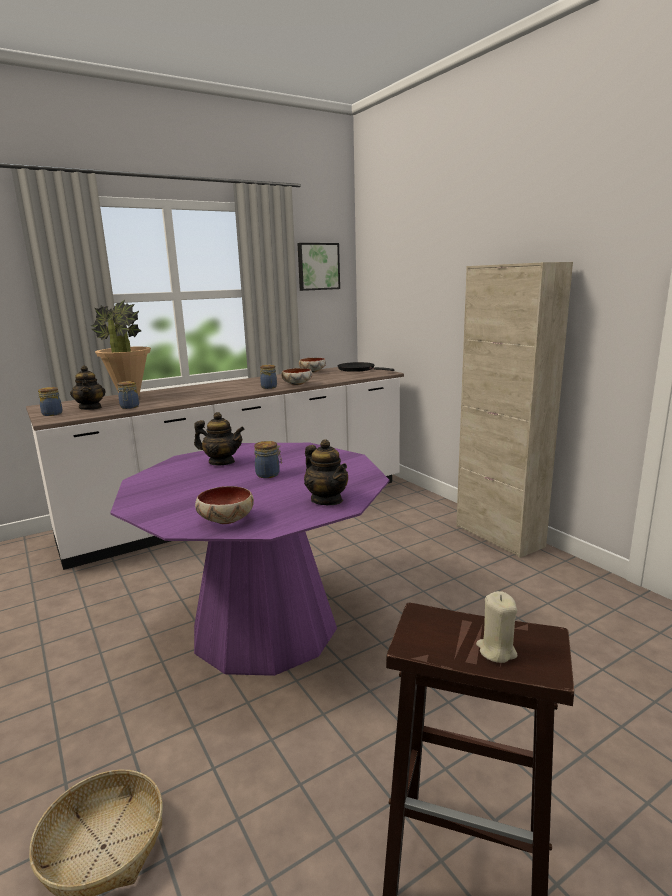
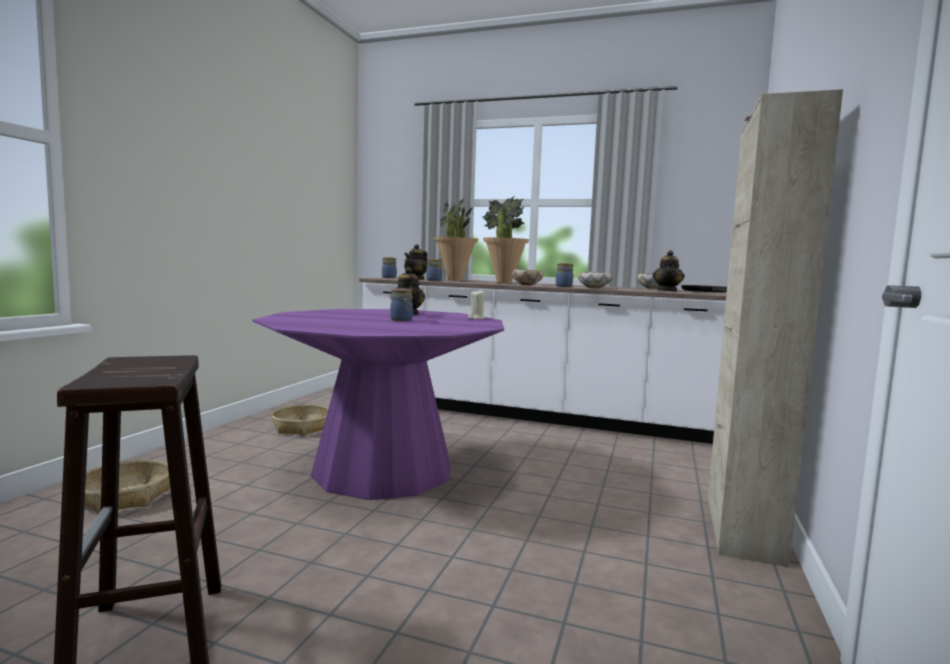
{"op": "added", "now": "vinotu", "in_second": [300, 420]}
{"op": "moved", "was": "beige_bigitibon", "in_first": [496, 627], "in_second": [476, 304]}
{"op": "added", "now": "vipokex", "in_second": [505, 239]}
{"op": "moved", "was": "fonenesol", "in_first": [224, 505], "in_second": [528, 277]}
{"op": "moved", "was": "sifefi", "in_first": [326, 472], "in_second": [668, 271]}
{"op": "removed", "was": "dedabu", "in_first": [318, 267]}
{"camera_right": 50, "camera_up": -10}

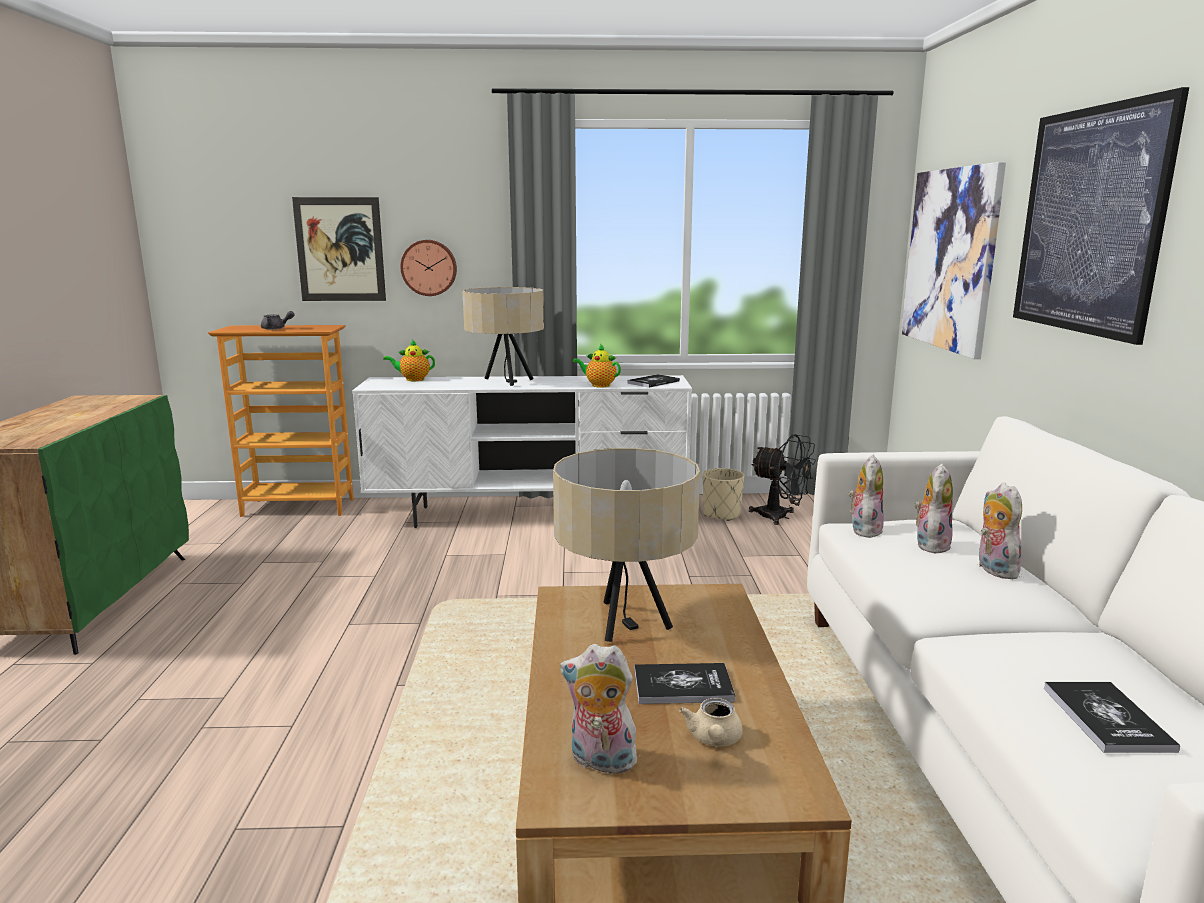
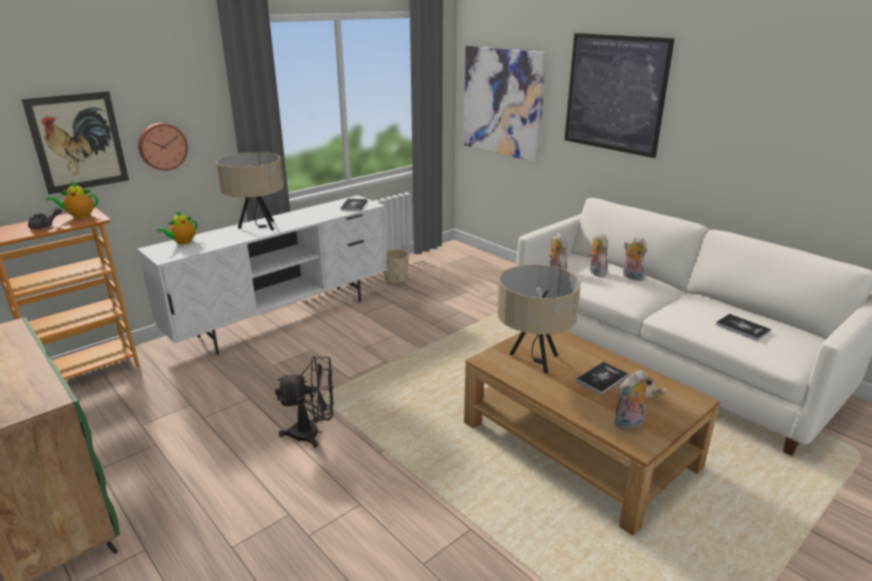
{"op": "moved", "was": "sifefi", "in_first": [597, 366], "in_second": [72, 199]}
{"op": "moved", "was": "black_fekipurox", "in_first": [782, 479], "in_second": [304, 402]}
{"camera_right": -40, "camera_up": 10}

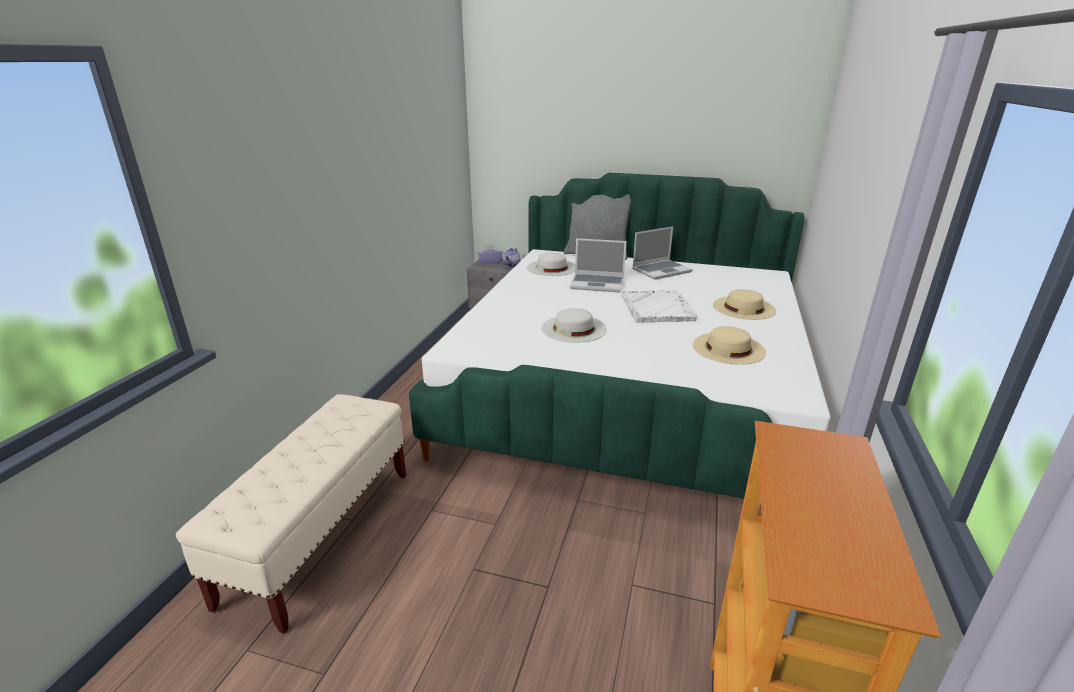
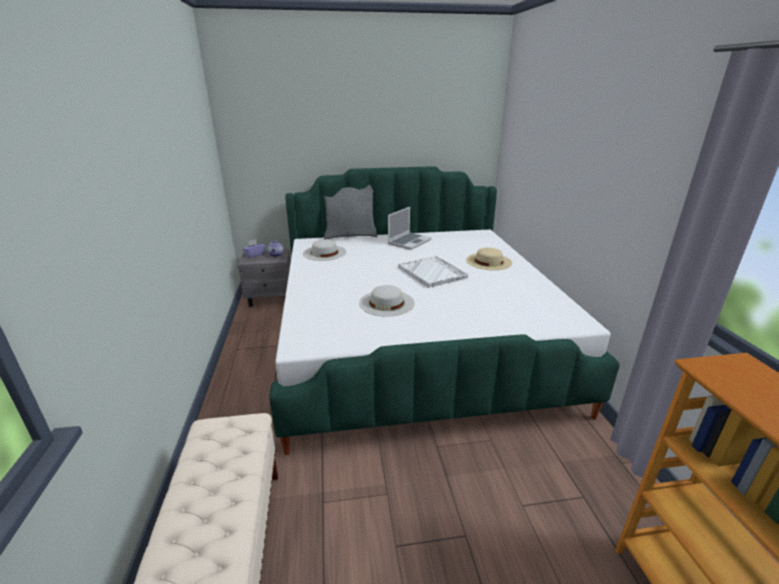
{"op": "removed", "was": "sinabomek", "in_first": [598, 265]}
{"op": "removed", "was": "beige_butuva", "in_first": [729, 345]}
{"camera_right": -25, "camera_up": 0}

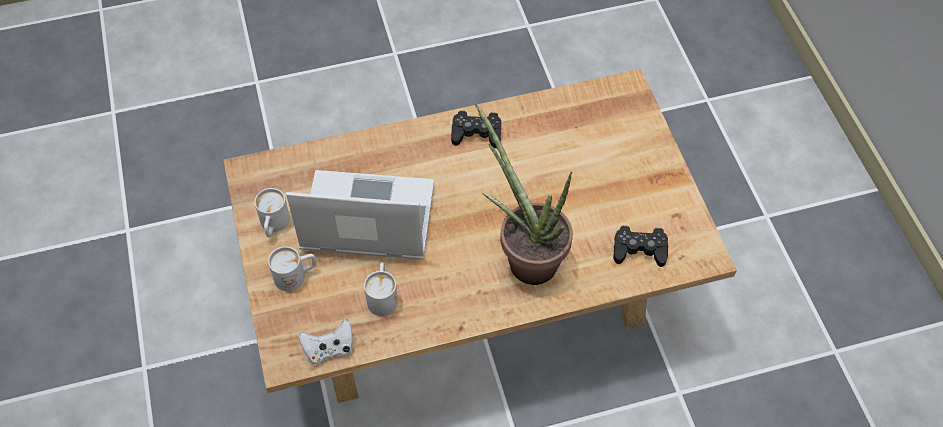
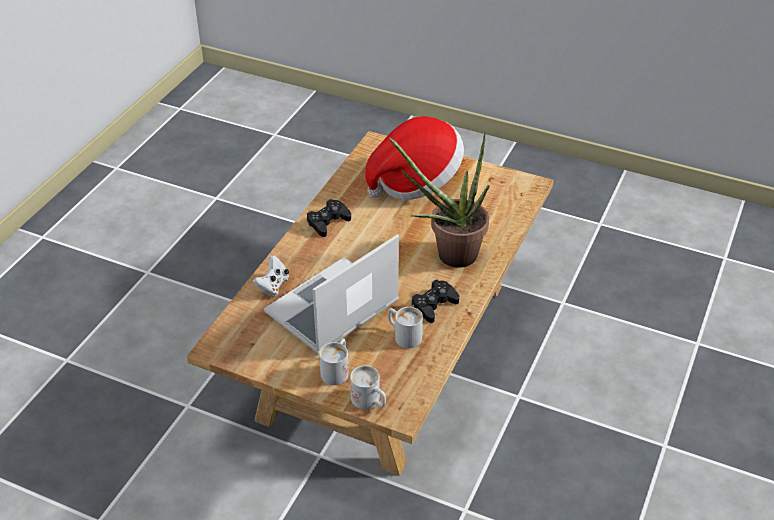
{"op": "moved", "was": "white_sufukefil", "in_first": [326, 341], "in_second": [270, 275]}
{"op": "moved", "was": "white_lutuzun", "in_first": [272, 212], "in_second": [368, 387]}
{"op": "added", "now": "butuva", "in_second": [414, 158]}
{"op": "moved", "was": "black_sufukefil", "in_first": [640, 246], "in_second": [435, 301]}
{"camera_right": -50, "camera_up": -15}

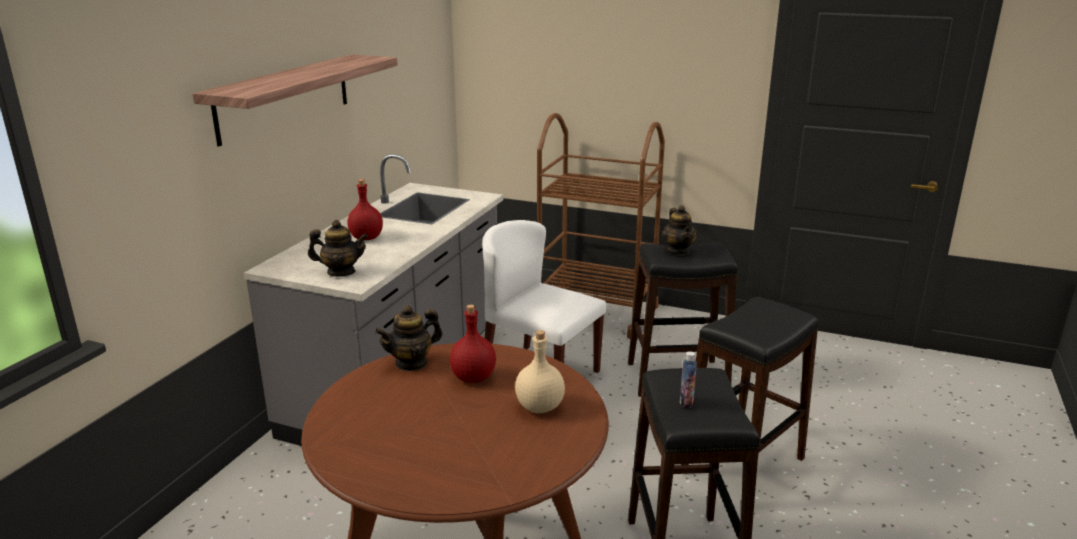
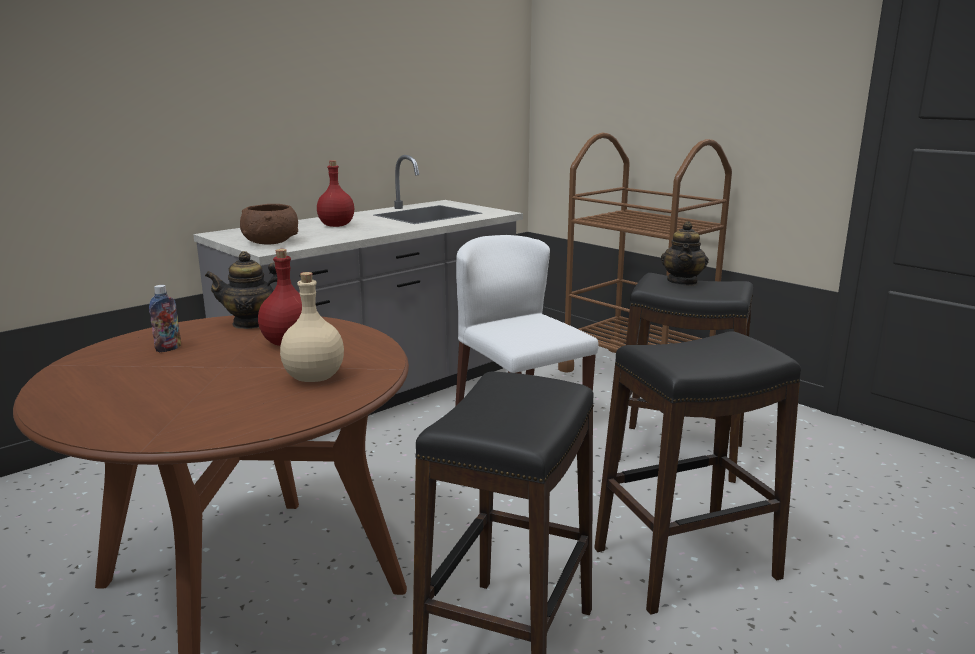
{"op": "moved", "was": "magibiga", "in_first": [688, 379], "in_second": [165, 318]}
{"op": "replaced", "was": "sifefi", "now": "brown_fonenesol", "in_first": [338, 248], "in_second": [269, 224]}
{"op": "removed", "was": "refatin", "in_first": [295, 100]}
{"camera_right": 25, "camera_up": -5}

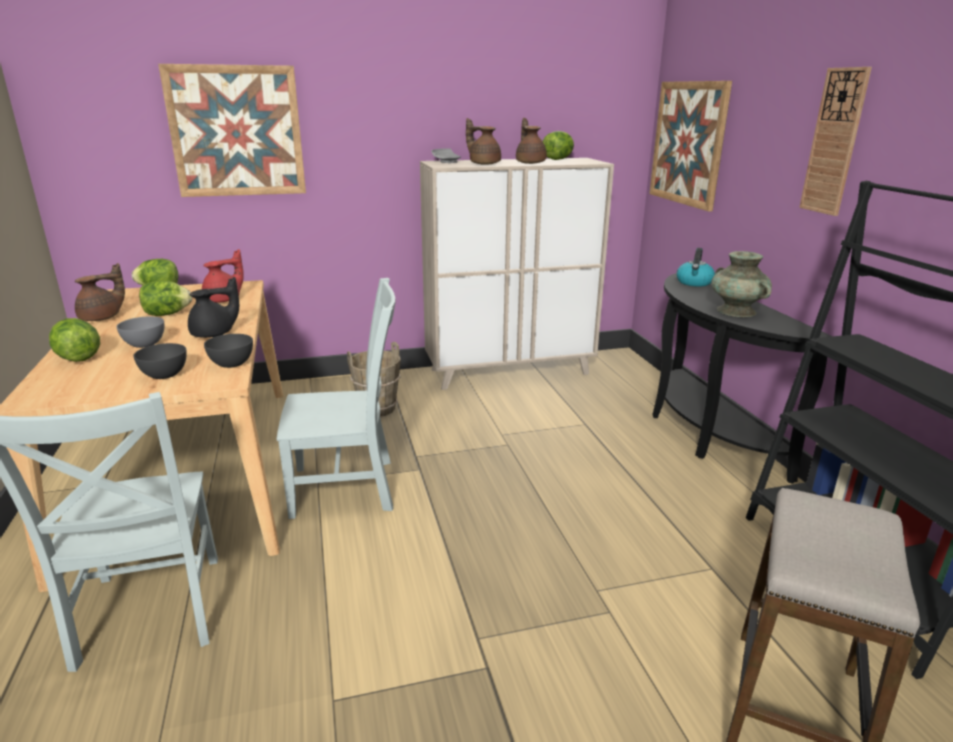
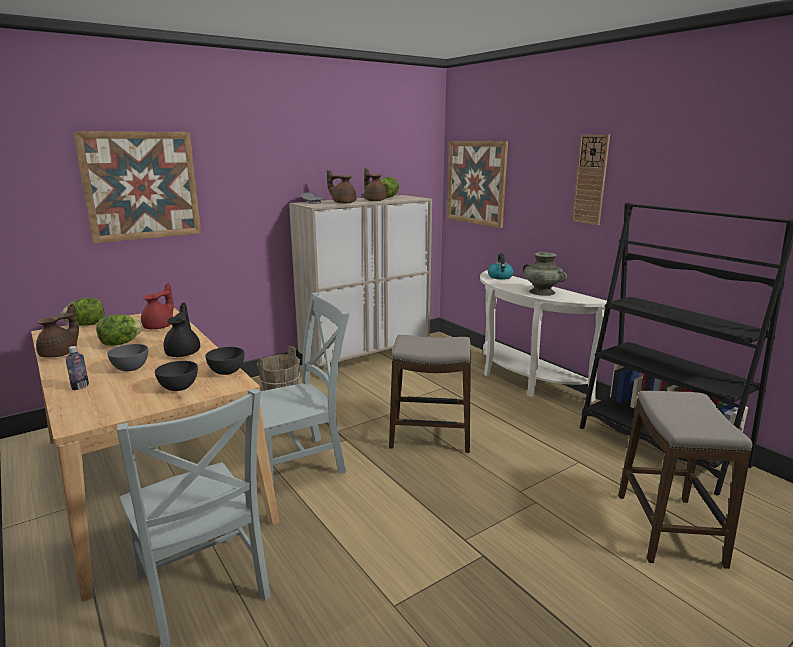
{"op": "replaced", "was": "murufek", "now": "magibiga", "in_first": [74, 340], "in_second": [77, 368]}
{"op": "turned", "was": "black_sifefi", "in_first": [213, 307], "in_second": [182, 329], "clockwise": -45}
{"op": "added", "now": "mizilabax", "in_second": [430, 394]}
{"op": "recoloured", "was": "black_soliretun", "now": "white_soliretun", "in_first": [742, 378], "in_second": [543, 336]}
{"camera_right": -20, "camera_up": -5}

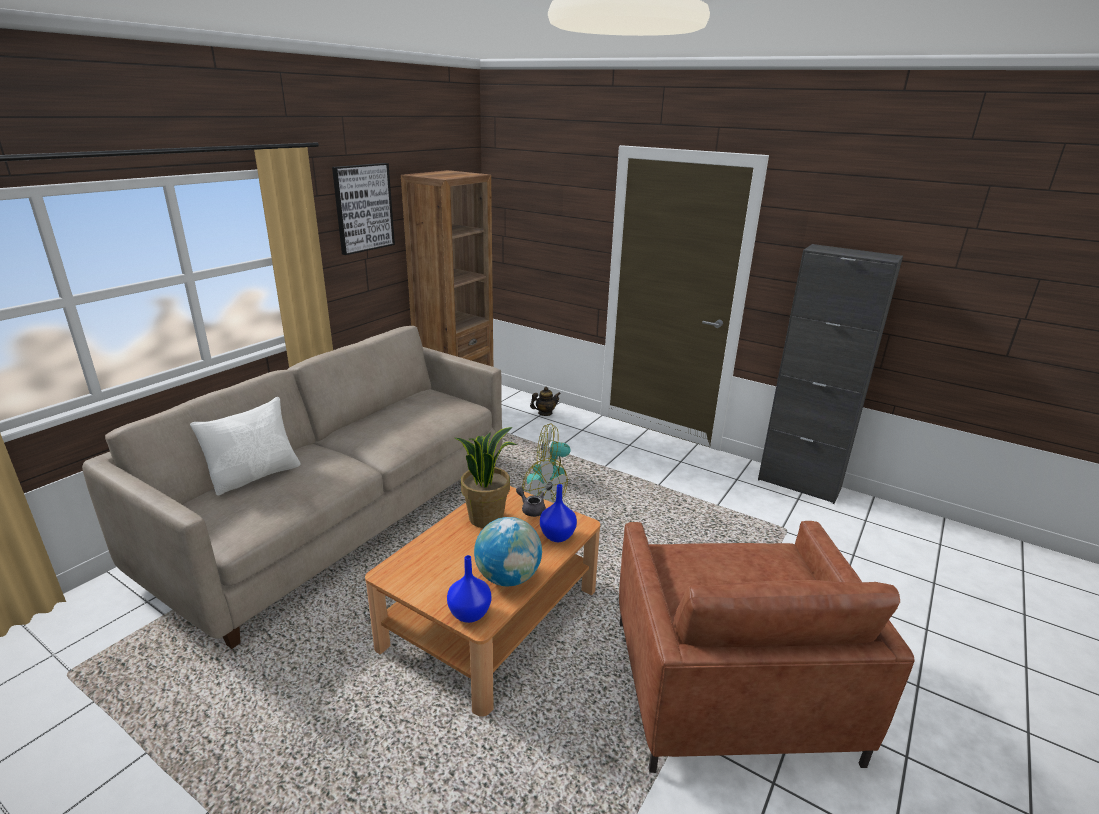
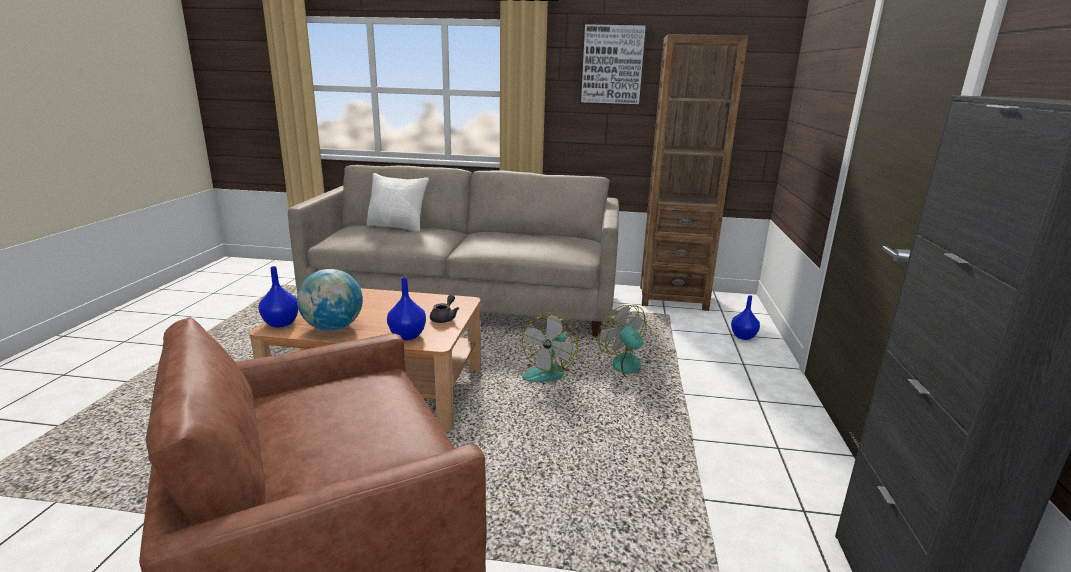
{"op": "replaced", "was": "sifefi", "now": "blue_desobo", "in_first": [545, 401], "in_second": [745, 317]}
{"op": "removed", "was": "vipokex", "in_first": [486, 477]}
{"camera_right": 65, "camera_up": -5}

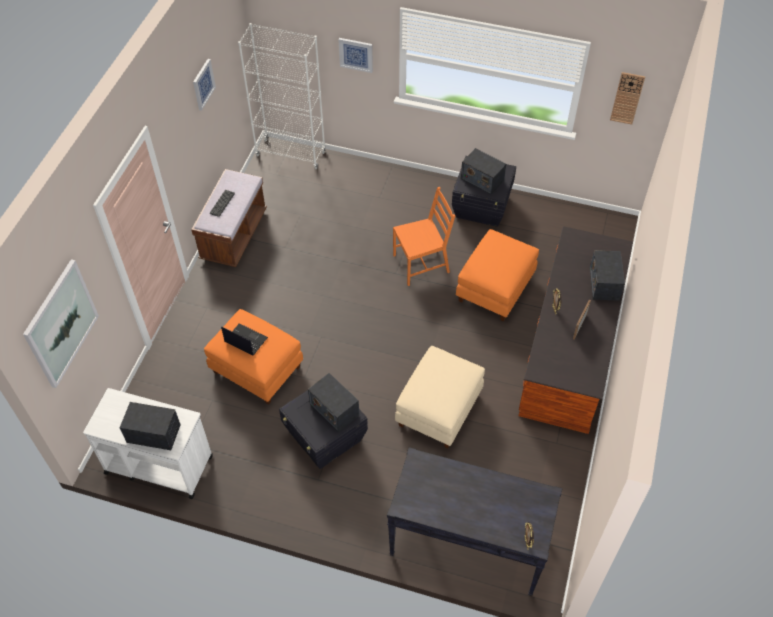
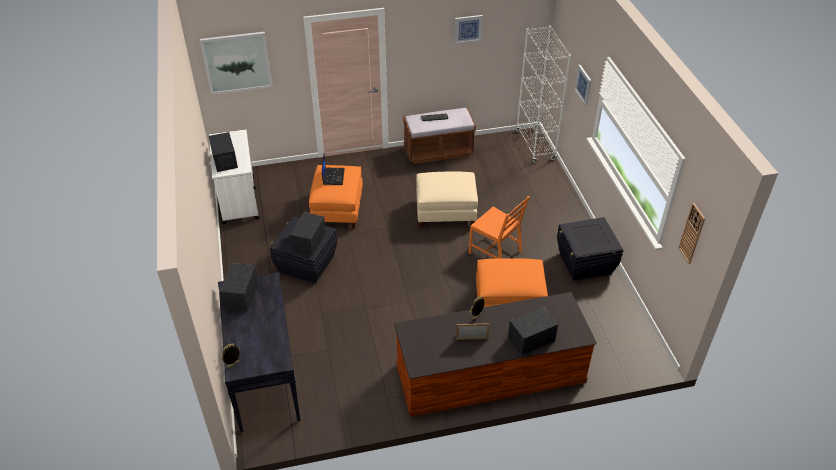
{"op": "moved", "was": "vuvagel", "in_first": [483, 171], "in_second": [239, 287]}
{"op": "moved", "was": "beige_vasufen", "in_first": [440, 397], "in_second": [447, 199]}
{"camera_right": 60, "camera_up": -10}

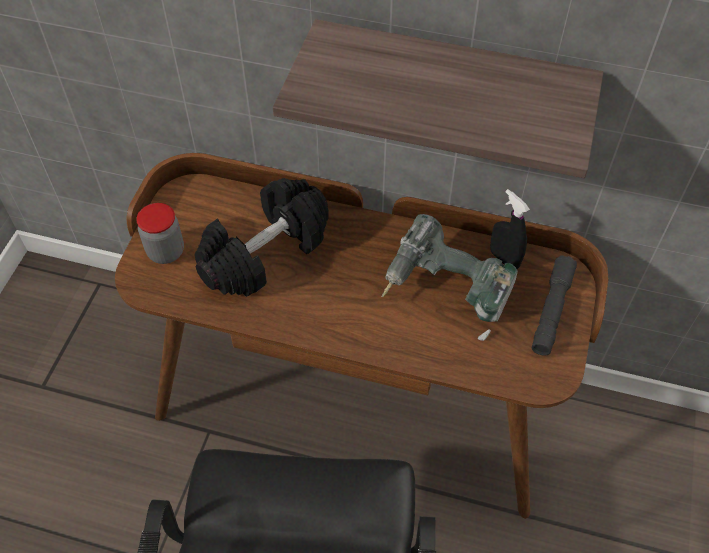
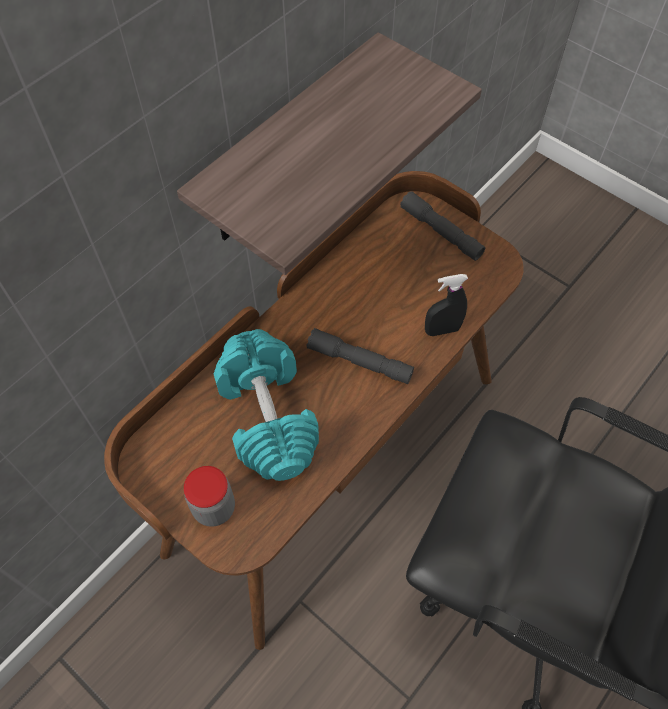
{"op": "recoloured", "was": "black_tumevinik", "now": "turquoise_tumevinik", "in_first": [261, 237], "in_second": [266, 405]}
{"op": "added", "now": "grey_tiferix", "in_second": [360, 356]}
{"op": "moved", "was": "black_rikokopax", "in_first": [510, 229], "in_second": [446, 305]}
{"op": "removed", "was": "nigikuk", "in_first": [449, 277]}
{"camera_right": -65, "camera_up": 5}

